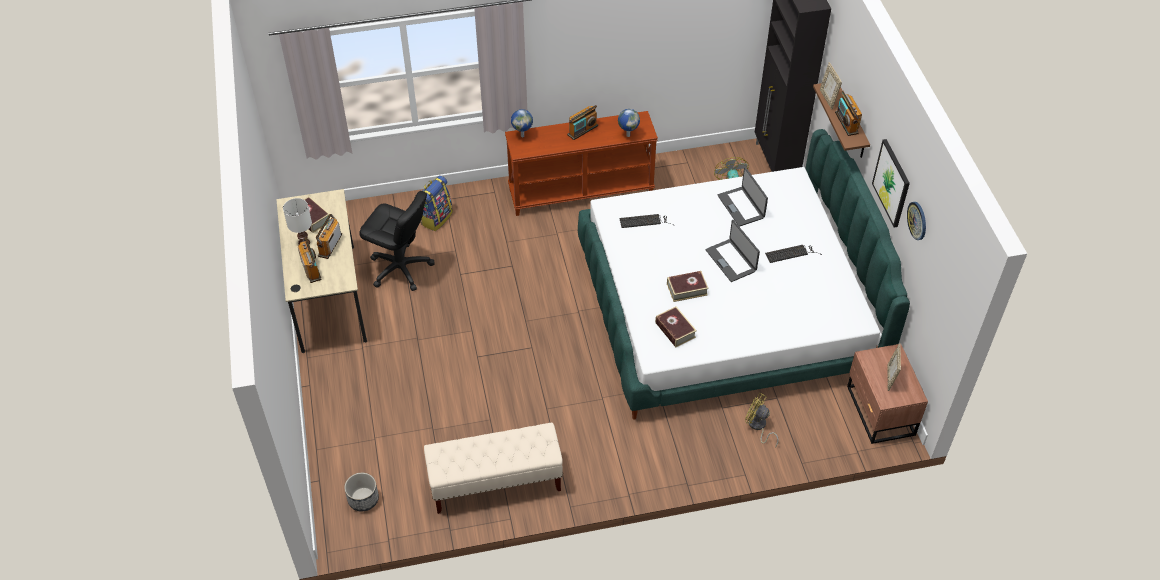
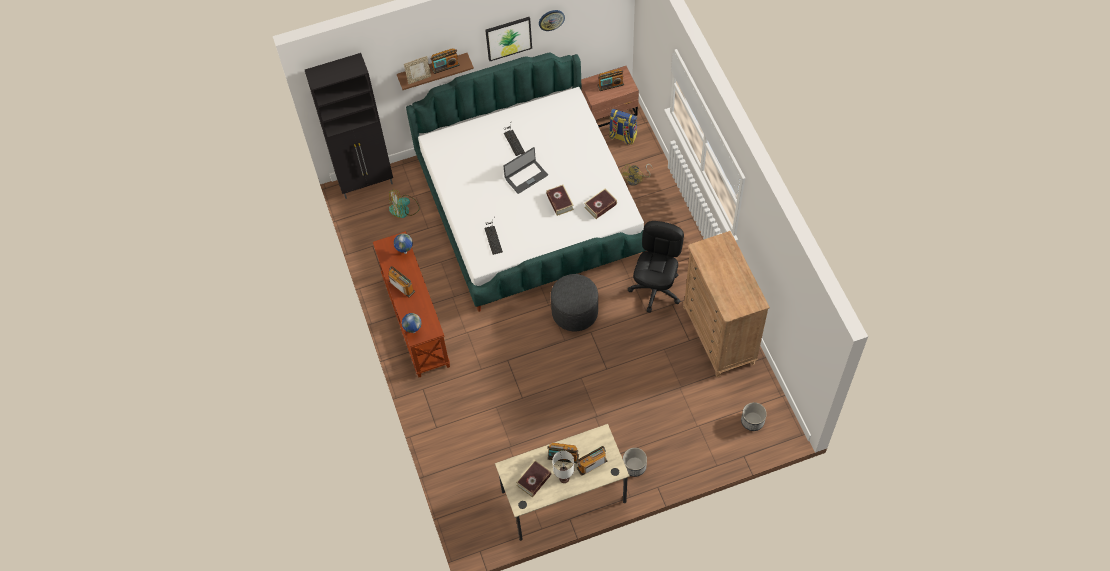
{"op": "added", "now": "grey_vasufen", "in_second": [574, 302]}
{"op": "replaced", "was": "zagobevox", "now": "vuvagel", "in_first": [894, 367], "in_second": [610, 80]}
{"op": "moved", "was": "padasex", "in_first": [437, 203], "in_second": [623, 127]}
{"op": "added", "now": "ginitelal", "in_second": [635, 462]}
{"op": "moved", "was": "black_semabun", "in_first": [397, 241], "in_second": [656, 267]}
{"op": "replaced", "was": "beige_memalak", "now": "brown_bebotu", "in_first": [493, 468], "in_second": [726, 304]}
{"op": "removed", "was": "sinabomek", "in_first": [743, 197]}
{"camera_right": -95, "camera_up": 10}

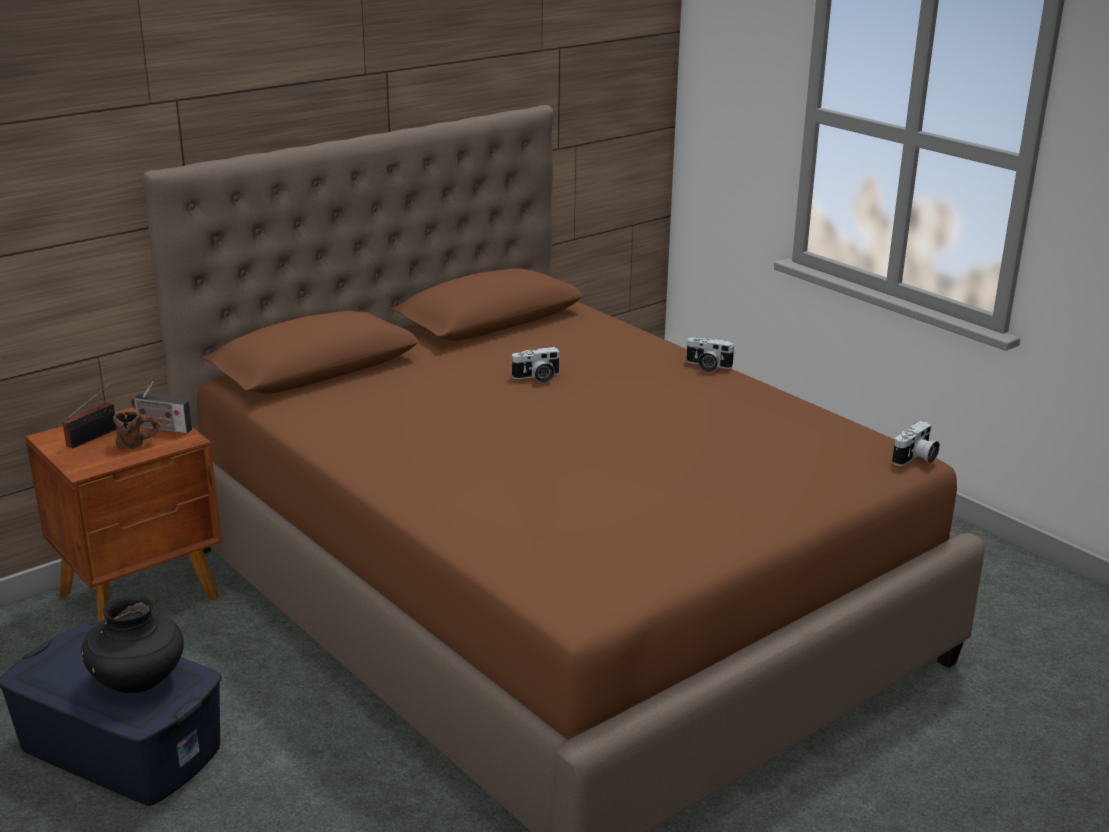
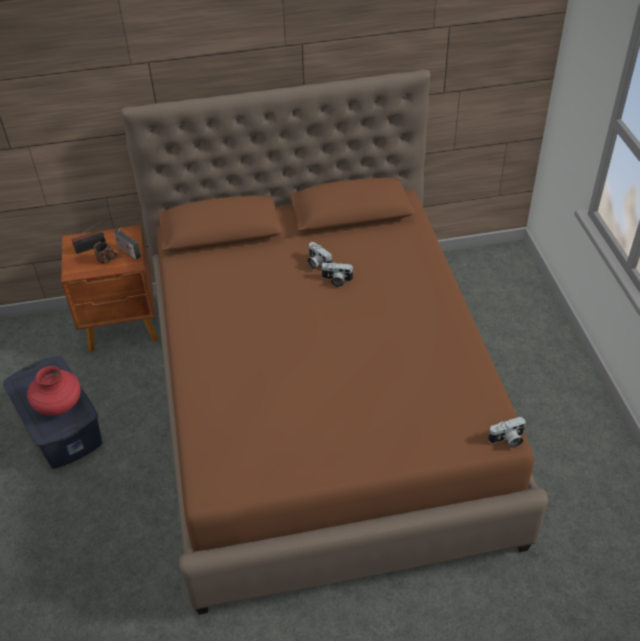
{"op": "recoloured", "was": "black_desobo", "now": "red_desobo", "in_first": [132, 643], "in_second": [54, 391]}
{"op": "moved", "was": "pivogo", "in_first": [710, 354], "in_second": [320, 256]}
{"camera_right": 30, "camera_up": 20}

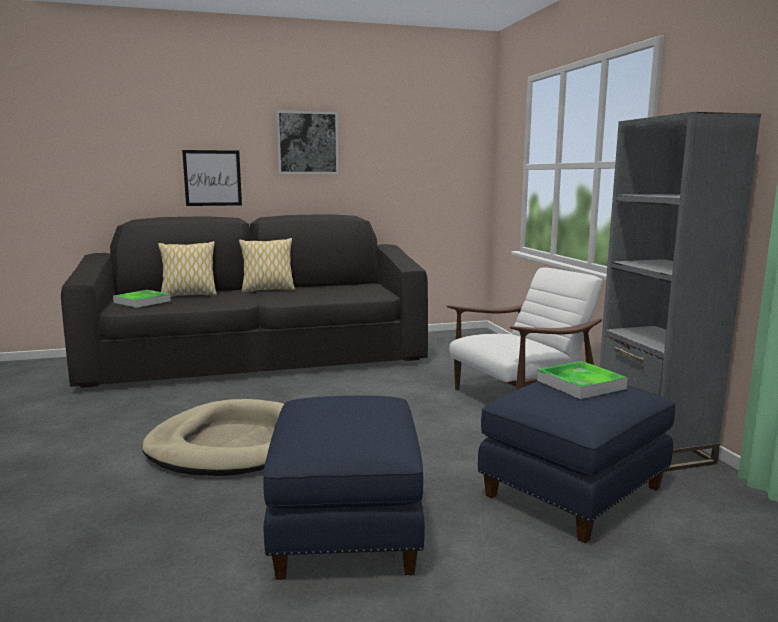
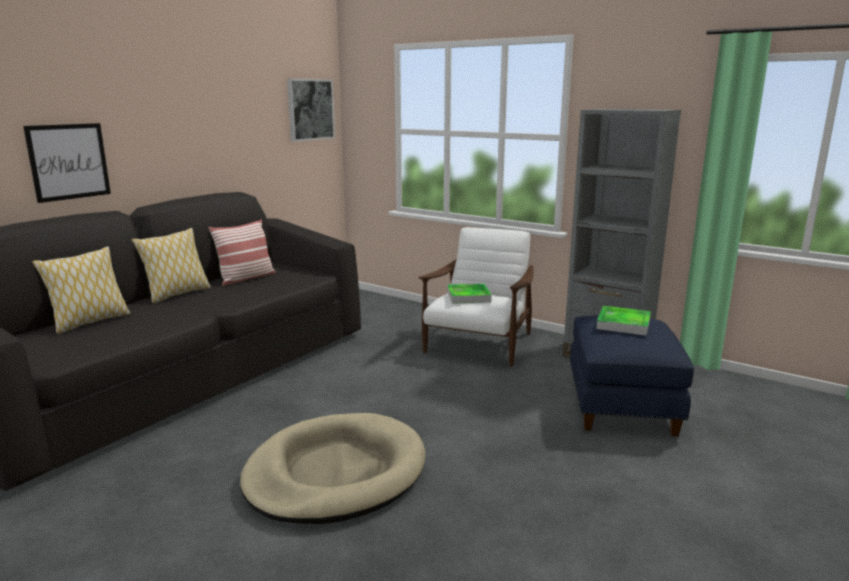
{"op": "added", "now": "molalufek", "in_second": [242, 253]}
{"op": "moved", "was": "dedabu", "in_first": [307, 142], "in_second": [311, 110]}
{"op": "moved", "was": "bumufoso", "in_first": [142, 299], "in_second": [469, 293]}
{"op": "removed", "was": "blue_vasufen", "in_first": [344, 488]}
{"camera_right": -40, "camera_up": 5}

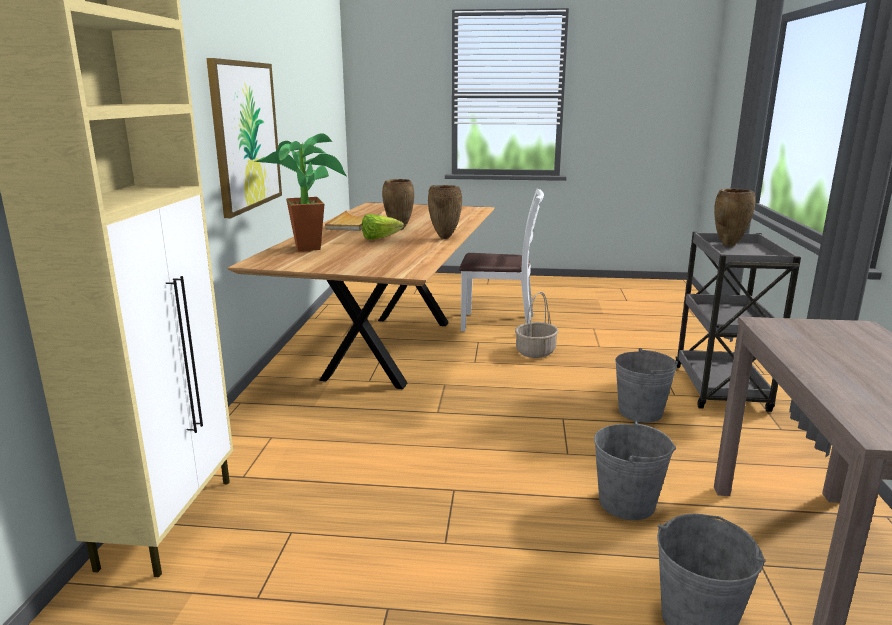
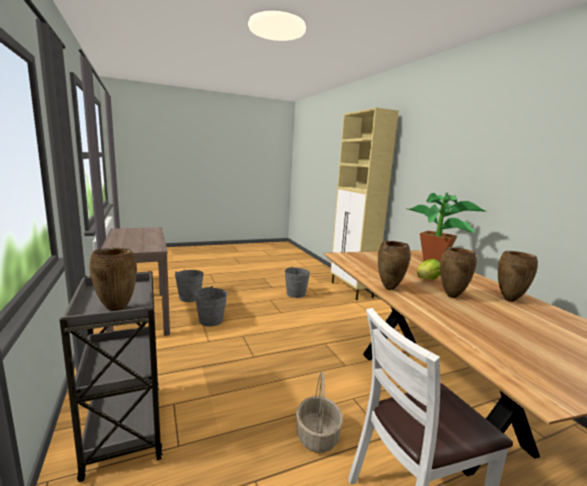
{"op": "moved", "was": "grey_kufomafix", "in_first": [646, 385], "in_second": [297, 282]}
{"op": "replaced", "was": "beige_bumufoso", "now": "brown_desobo", "in_first": [353, 220], "in_second": [518, 276]}
{"op": "removed", "was": "dedabu", "in_first": [244, 138]}
{"camera_right": 150, "camera_up": -5}

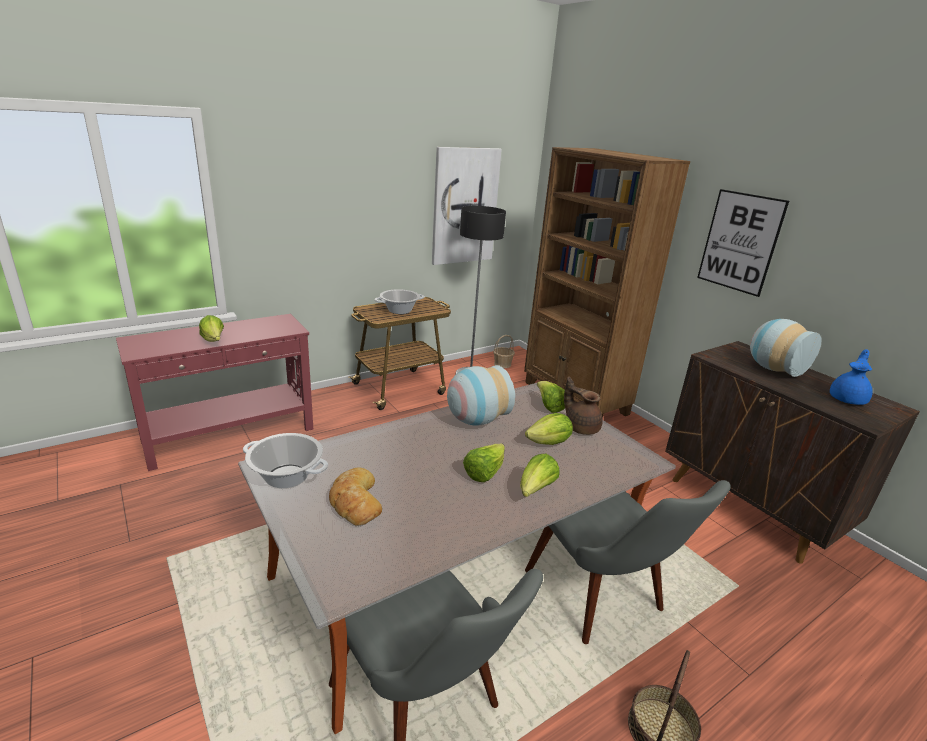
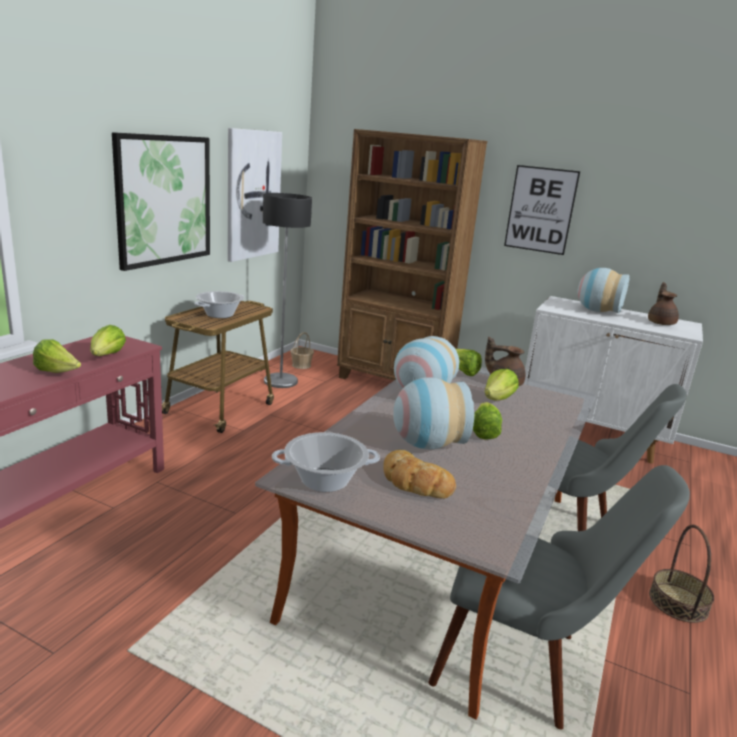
{"op": "moved", "was": "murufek", "in_first": [540, 475], "in_second": [108, 340]}
{"op": "added", "now": "dedabu", "in_second": [161, 201]}
{"op": "added", "now": "desobo", "in_second": [433, 413]}
{"op": "recoloured", "was": "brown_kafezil", "now": "white_kafezil", "in_first": [792, 452], "in_second": [614, 380]}
{"op": "recoloured", "was": "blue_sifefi", "now": "brown_sifefi", "in_first": [851, 377], "in_second": [663, 303]}
{"camera_right": -30, "camera_up": -5}

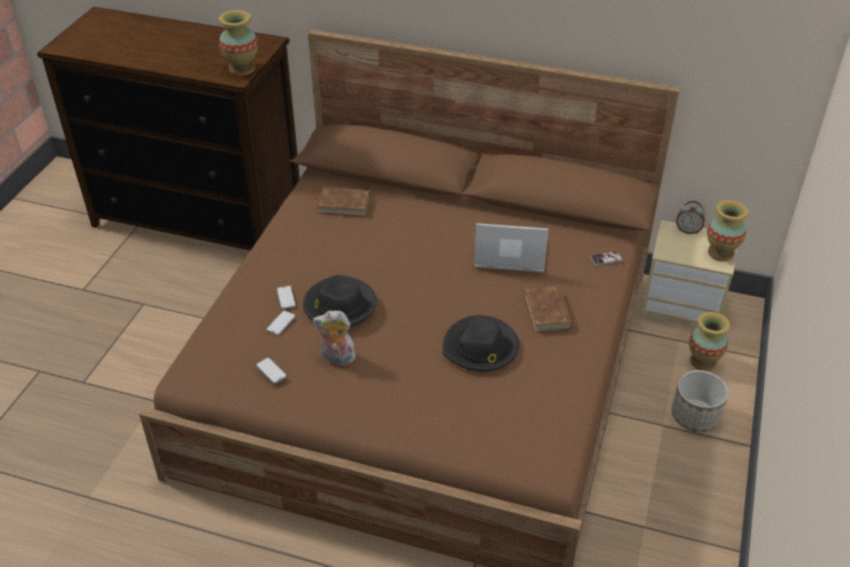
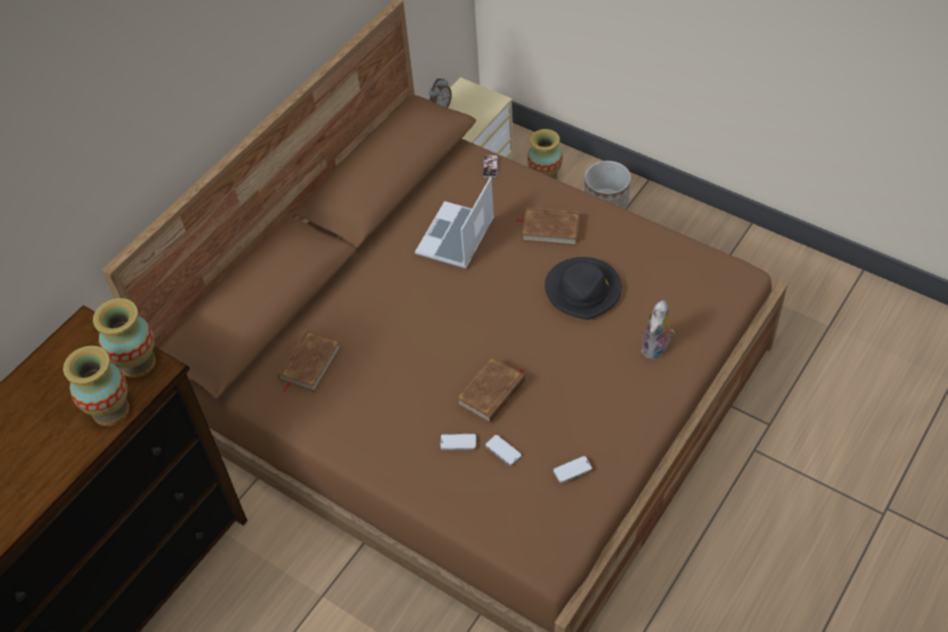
{"op": "moved", "was": "desobo", "in_first": [727, 231], "in_second": [96, 386]}
{"op": "replaced", "was": "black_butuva", "now": "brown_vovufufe", "in_first": [340, 301], "in_second": [490, 390]}
{"op": "moved", "was": "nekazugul", "in_first": [335, 338], "in_second": [658, 330]}
{"camera_right": -70, "camera_up": 10}

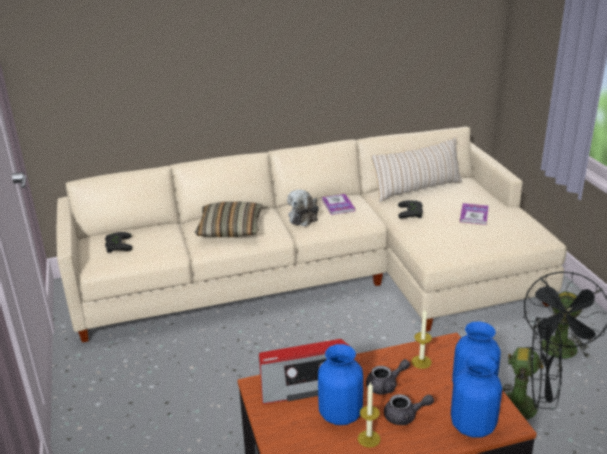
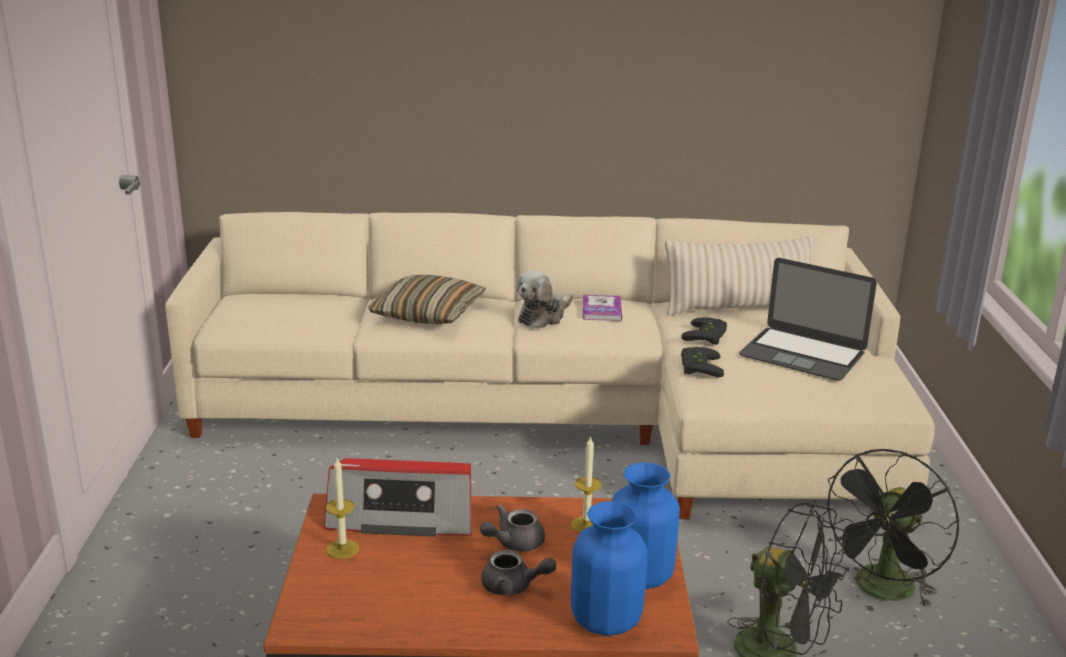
{"op": "moved", "was": "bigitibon", "in_first": [369, 415], "in_second": [342, 508]}
{"op": "turned", "was": "grey_sifefi", "in_first": [388, 376], "in_second": [512, 528], "clockwise": 150}
{"op": "moved", "was": "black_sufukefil", "in_first": [118, 242], "in_second": [702, 362]}
{"op": "replaced", "was": "vovufufe", "now": "sinabomek", "in_first": [474, 214], "in_second": [808, 319]}
{"op": "removed", "was": "blue_desobo", "in_first": [340, 384]}
{"camera_right": 15, "camera_up": -5}

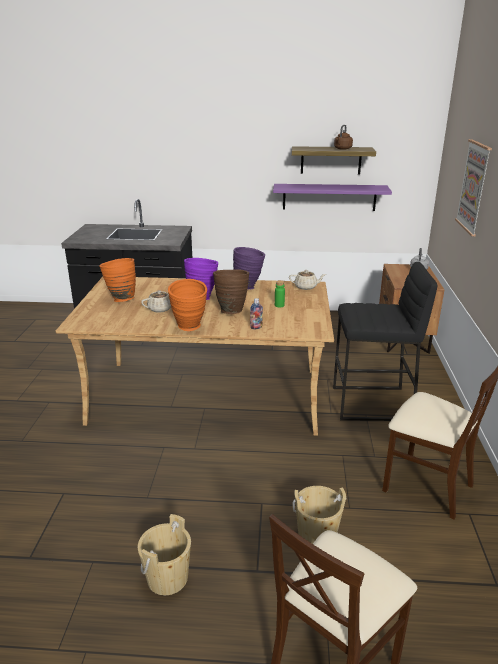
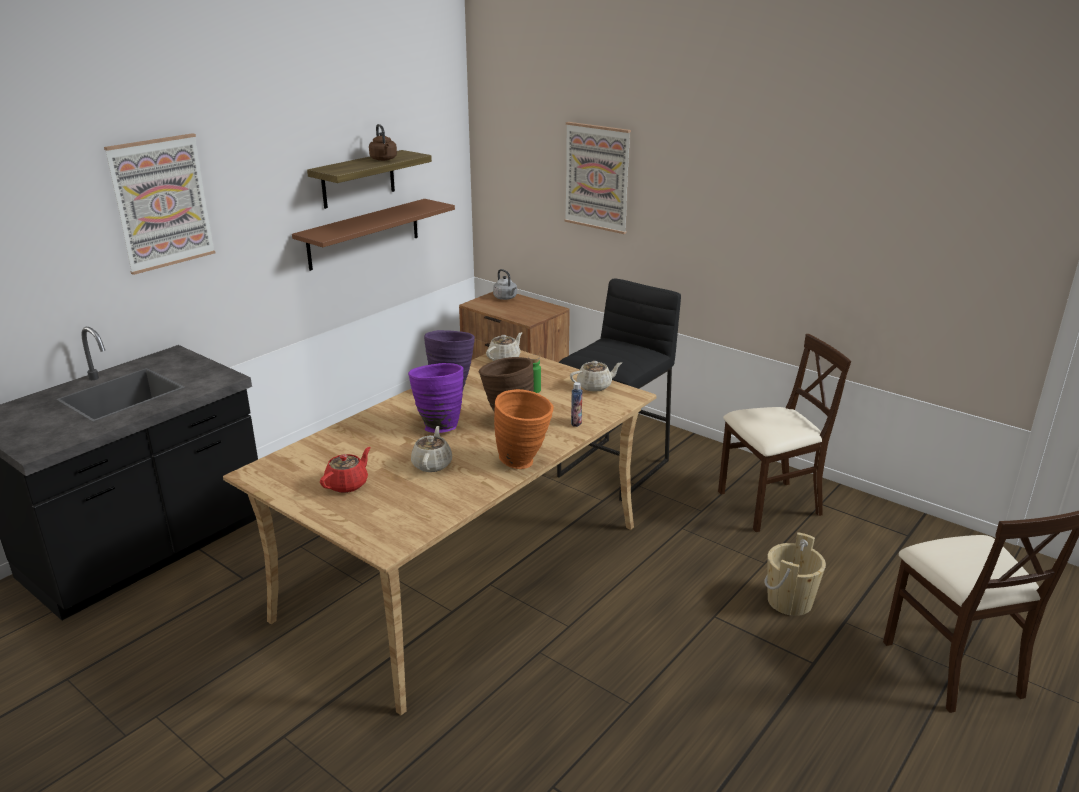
{"op": "added", "now": "dedabu", "in_second": [159, 204]}
{"op": "recoloured", "was": "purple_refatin", "now": "brown_refatin", "in_first": [332, 197], "in_second": [373, 235]}
{"op": "replaced", "was": "orange_desobo", "now": "red_sifefi", "in_first": [117, 280], "in_second": [345, 470]}
{"op": "added", "now": "beige_sifefi", "in_second": [596, 376]}
{"op": "removed", "was": "beige_kufomafix", "in_first": [164, 554]}
{"camera_right": -55, "camera_up": 0}

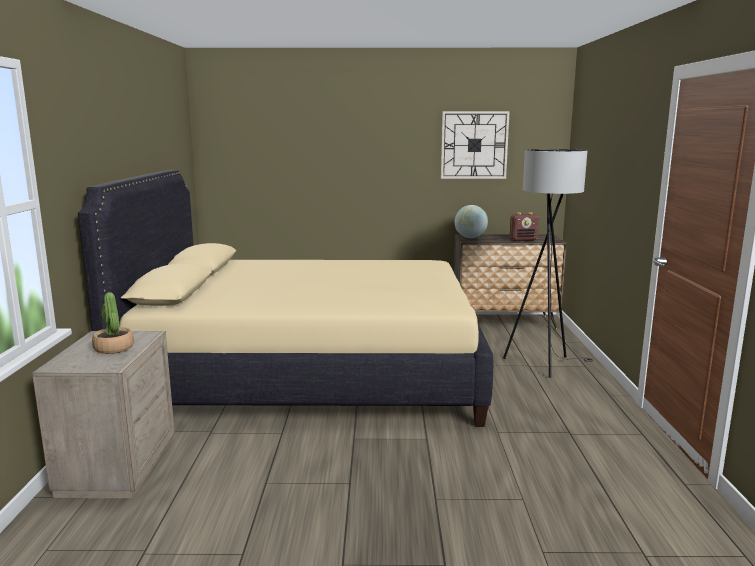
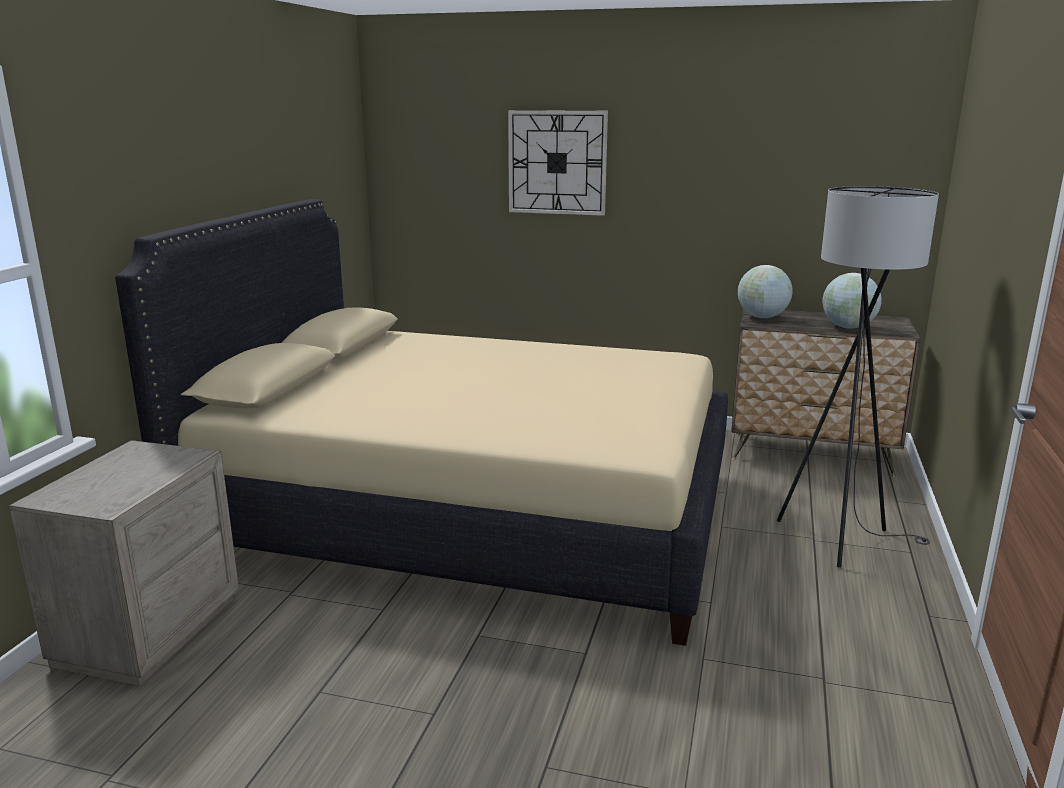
{"op": "moved", "was": "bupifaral", "in_first": [475, 145], "in_second": [558, 163]}
{"op": "replaced", "was": "vuvagel", "now": "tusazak", "in_first": [524, 226], "in_second": [852, 301]}
{"op": "removed", "was": "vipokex", "in_first": [113, 323]}
{"camera_right": 15, "camera_up": 5}

